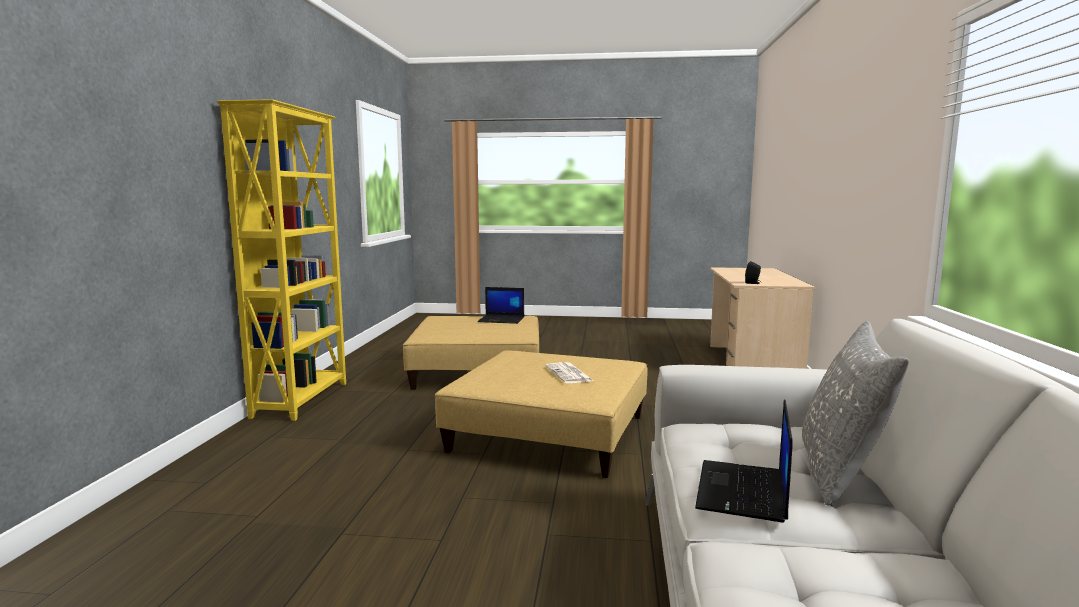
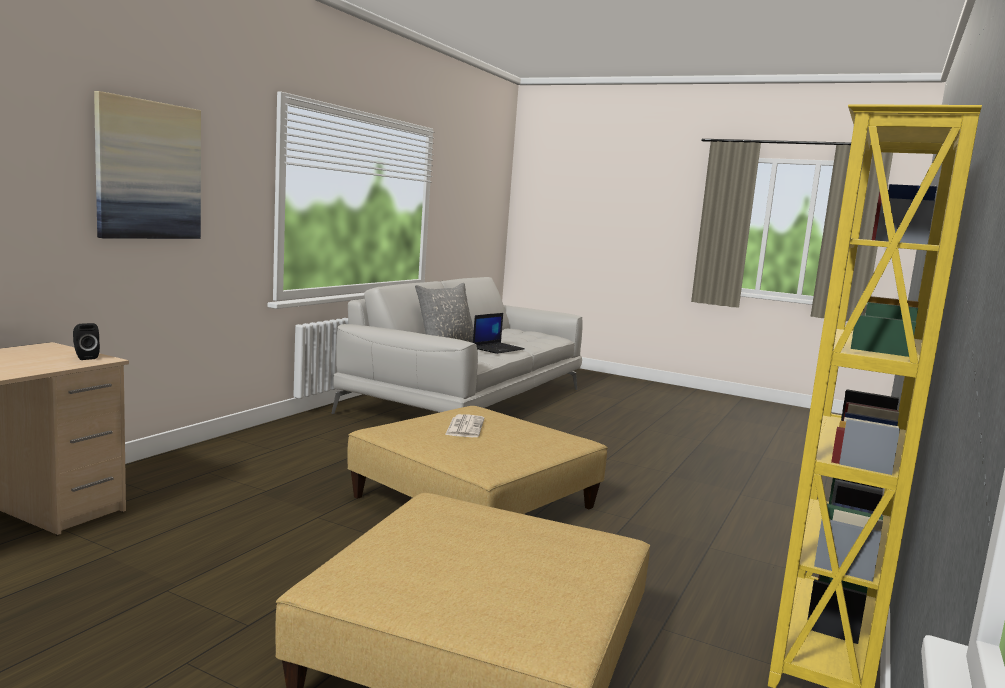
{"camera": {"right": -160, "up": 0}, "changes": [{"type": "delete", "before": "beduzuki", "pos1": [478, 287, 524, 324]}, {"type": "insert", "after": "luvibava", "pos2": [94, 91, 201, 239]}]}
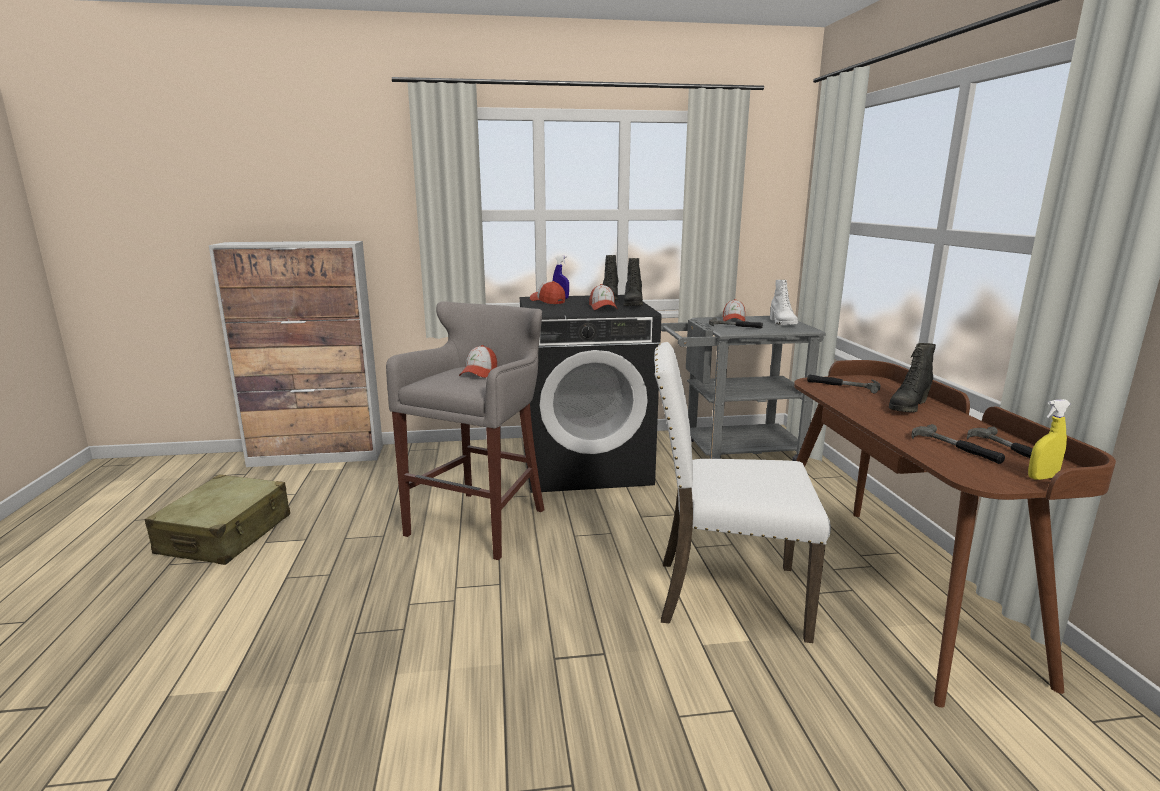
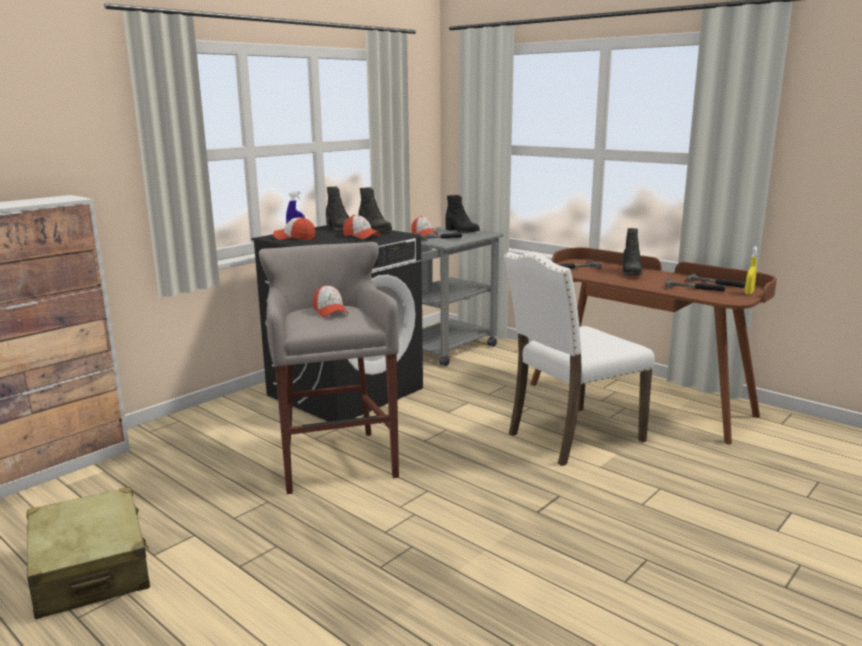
{"camera": {"right": -40, "up": 0}, "changes": [{"type": "recolor", "before": "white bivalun", "after": "black bivalun", "pos1": [770, 280, 798, 325], "pos2": [445, 195, 480, 233]}]}
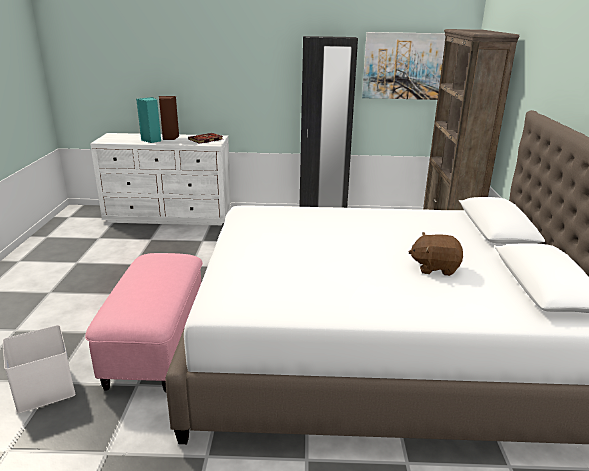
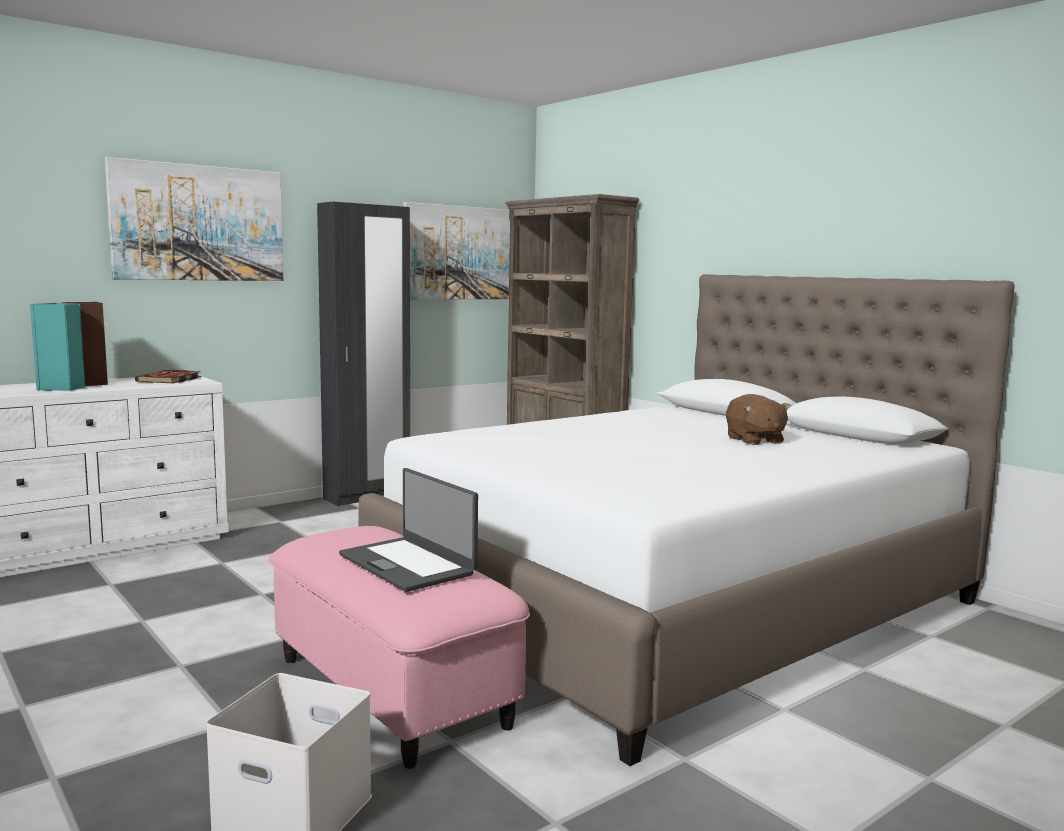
{"camera": {"right": -40, "up": -15}, "changes": [{"type": "rotate", "before": "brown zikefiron", "pos1": [409, 232, 463, 276], "pos2": [726, 394, 790, 445], "turn": -75}, {"type": "insert", "after": "luvibava", "pos2": [105, 157, 283, 281]}, {"type": "insert", "after": "beduzuki", "pos2": [339, 468, 478, 592]}]}
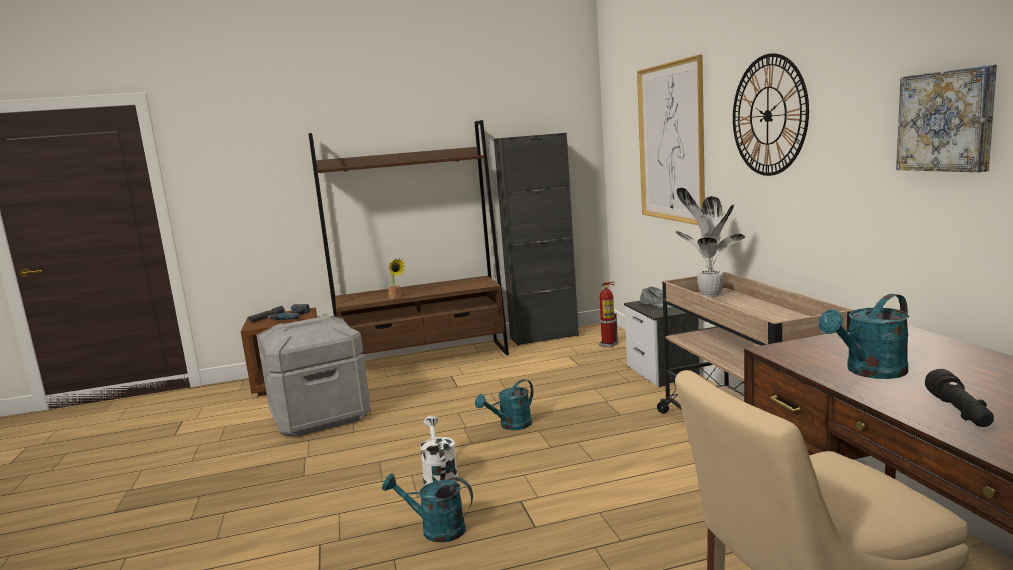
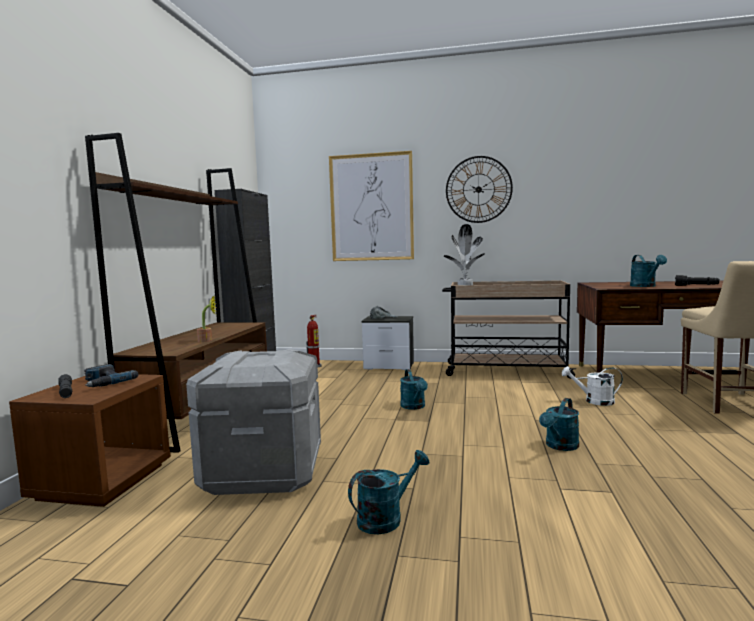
{"camera": {"right": -65, "up": -5}, "changes": [{"type": "move", "before": "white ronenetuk", "pos1": [420, 416, 459, 485], "pos2": [562, 366, 623, 406]}, {"type": "delete", "before": "luvibava", "pos1": [896, 65, 997, 172]}, {"type": "insert", "after": "turquoise ronenetuk", "pos2": [348, 450, 429, 534]}]}
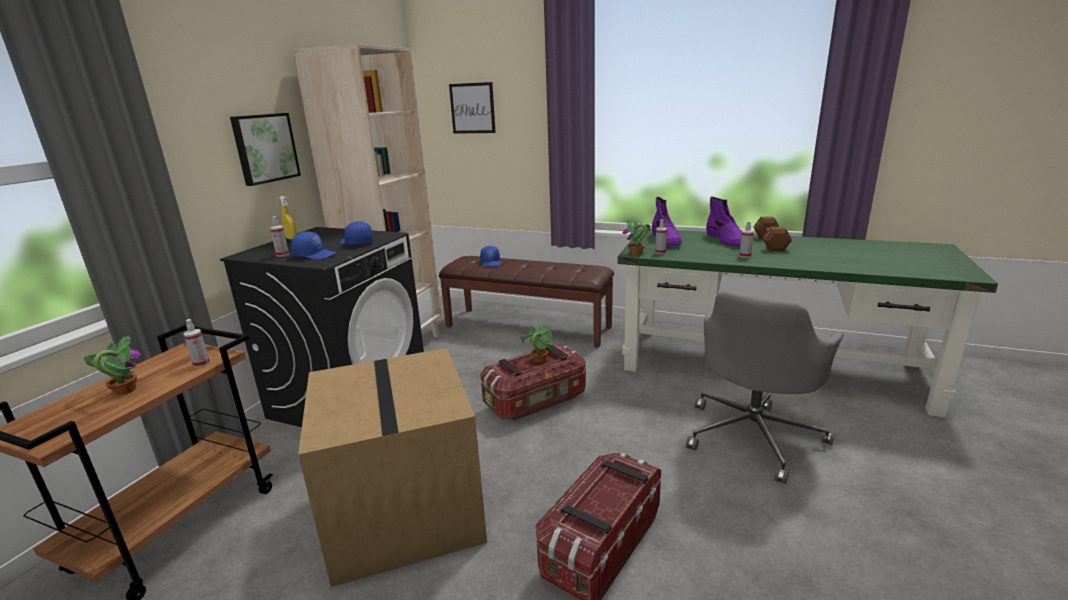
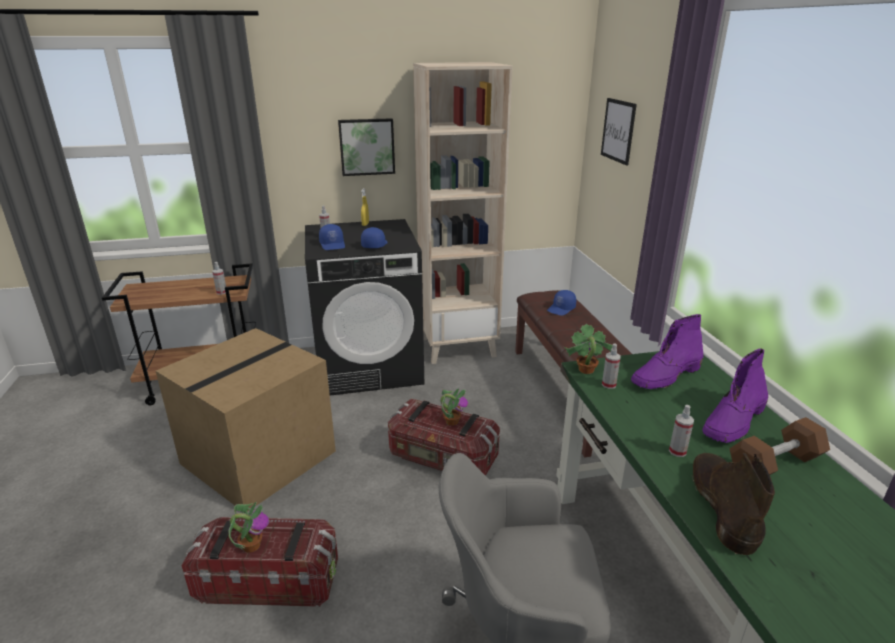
{"camera": {"right": 55, "up": 5}, "changes": [{"type": "move", "before": "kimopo", "pos1": [84, 336, 141, 395], "pos2": [229, 501, 269, 553]}, {"type": "insert", "after": "brown bivalun", "pos2": [692, 453, 775, 555]}]}
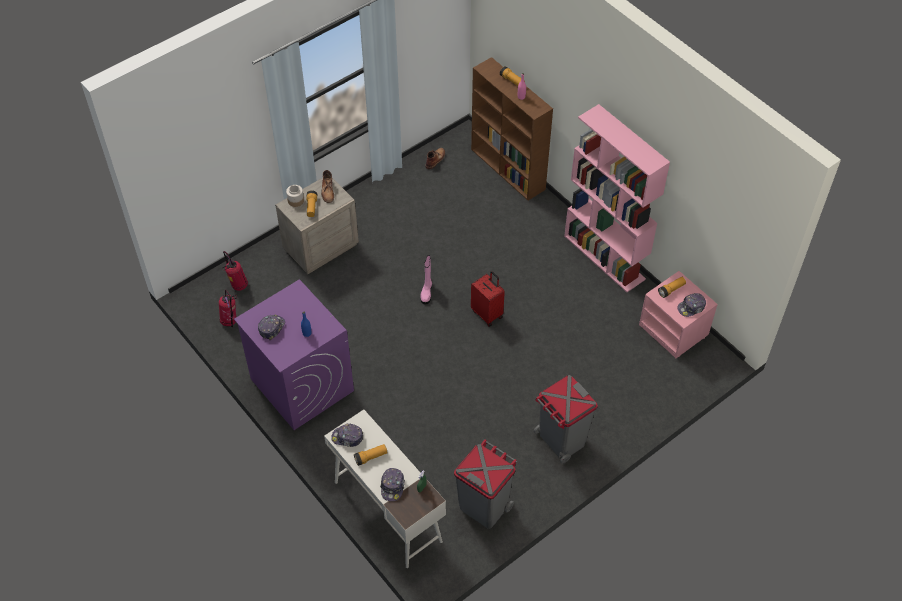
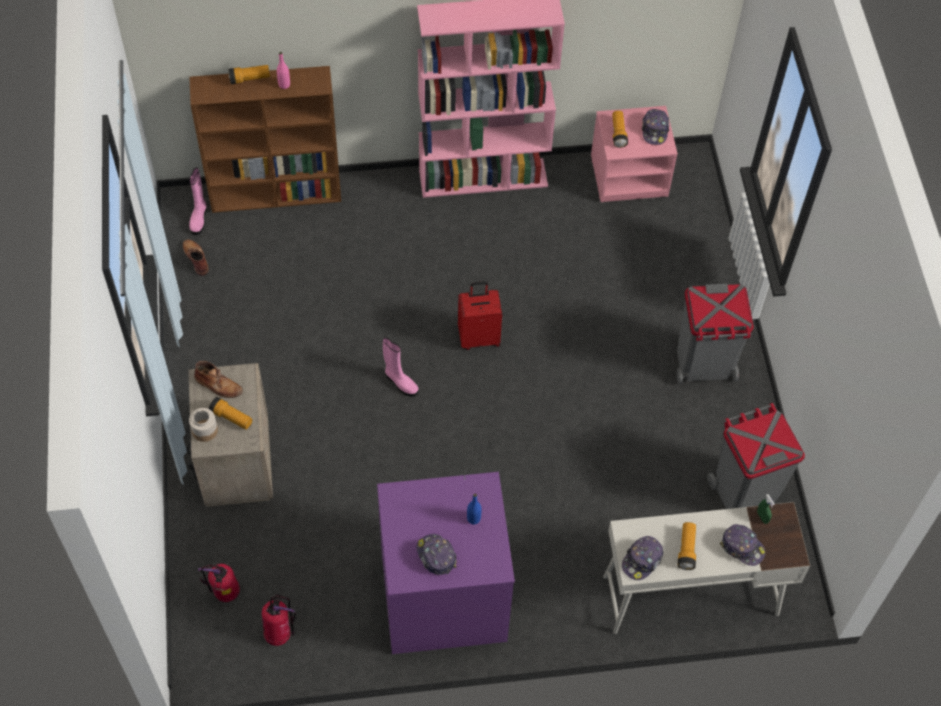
{"camera": {"right": -60, "up": 5}, "changes": [{"type": "insert", "after": "pink bivalun", "pos2": [189, 167, 207, 235]}]}
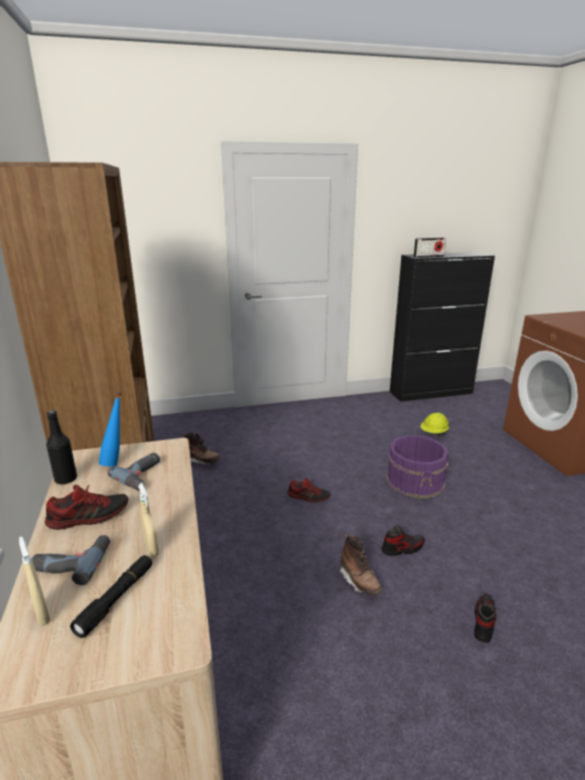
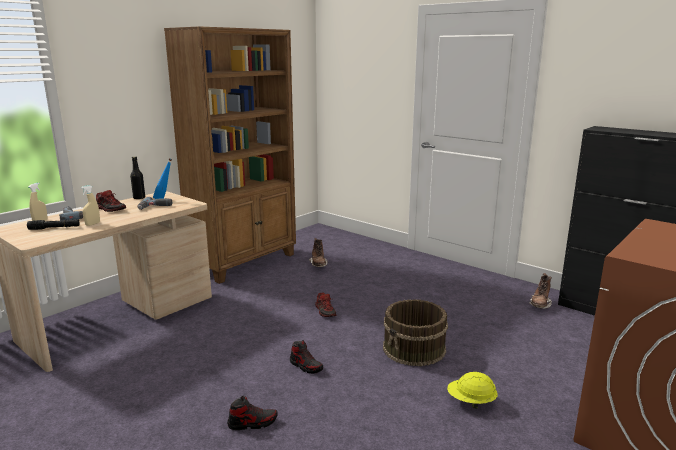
{"camera": {"right": 55, "up": -5}, "changes": [{"type": "move", "before": "brown bivalun", "pos1": [339, 534, 382, 595], "pos2": [529, 273, 552, 309]}, {"type": "recolor", "before": "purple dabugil", "after": "brown dabugil", "pos1": [386, 435, 449, 498], "pos2": [383, 299, 448, 366]}, {"type": "delete", "before": "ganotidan", "pos1": [413, 238, 446, 258]}, {"type": "move", "before": "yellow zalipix", "pos1": [421, 412, 449, 435], "pos2": [447, 372, 498, 409]}]}
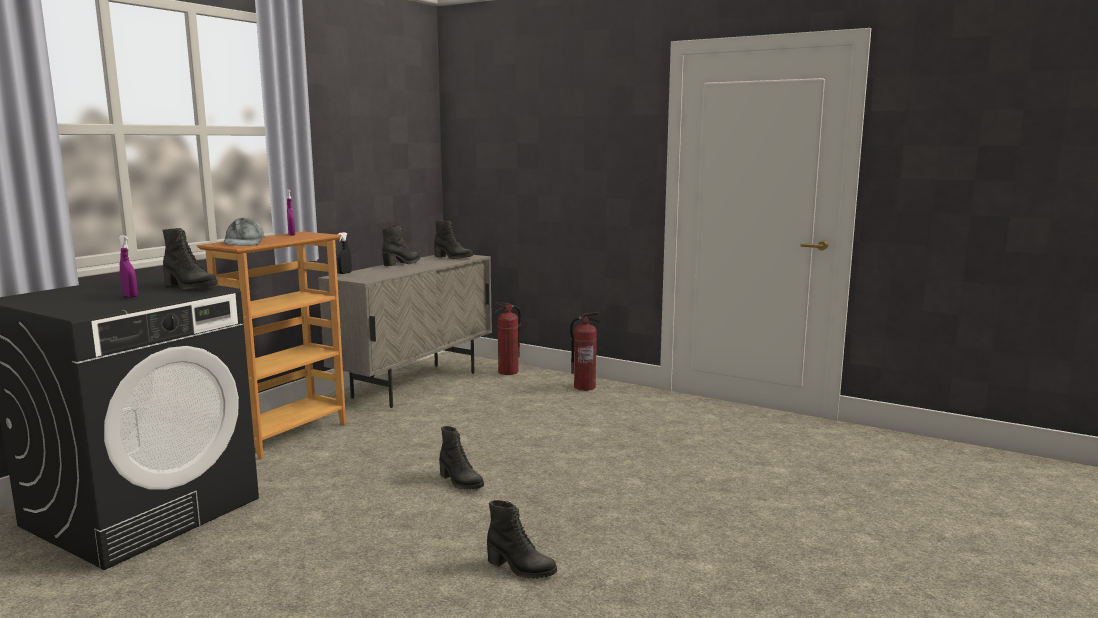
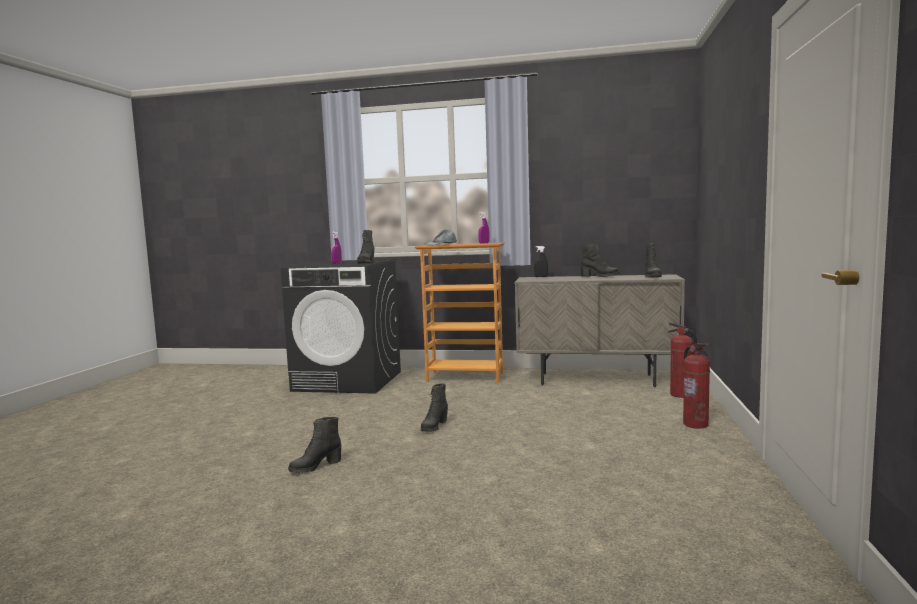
{"camera": {"right": 70, "up": -5}, "changes": [{"type": "rotate", "before": "black bivalun", "pos1": [487, 500, 557, 579], "pos2": [288, 417, 341, 473], "turn": 45}]}
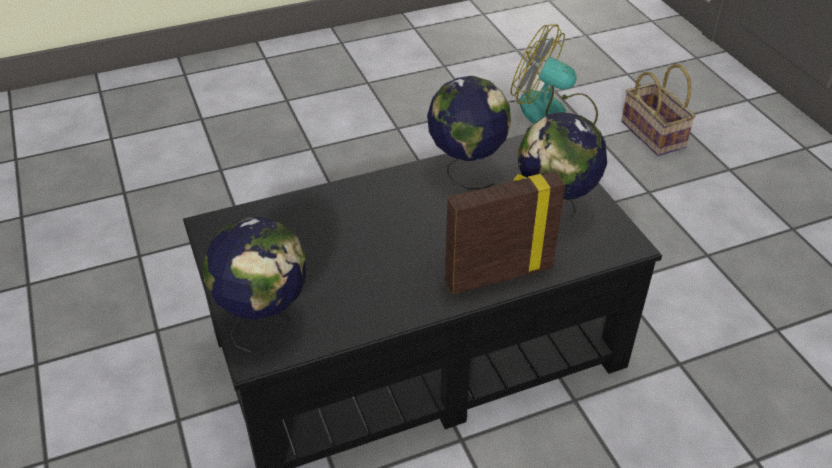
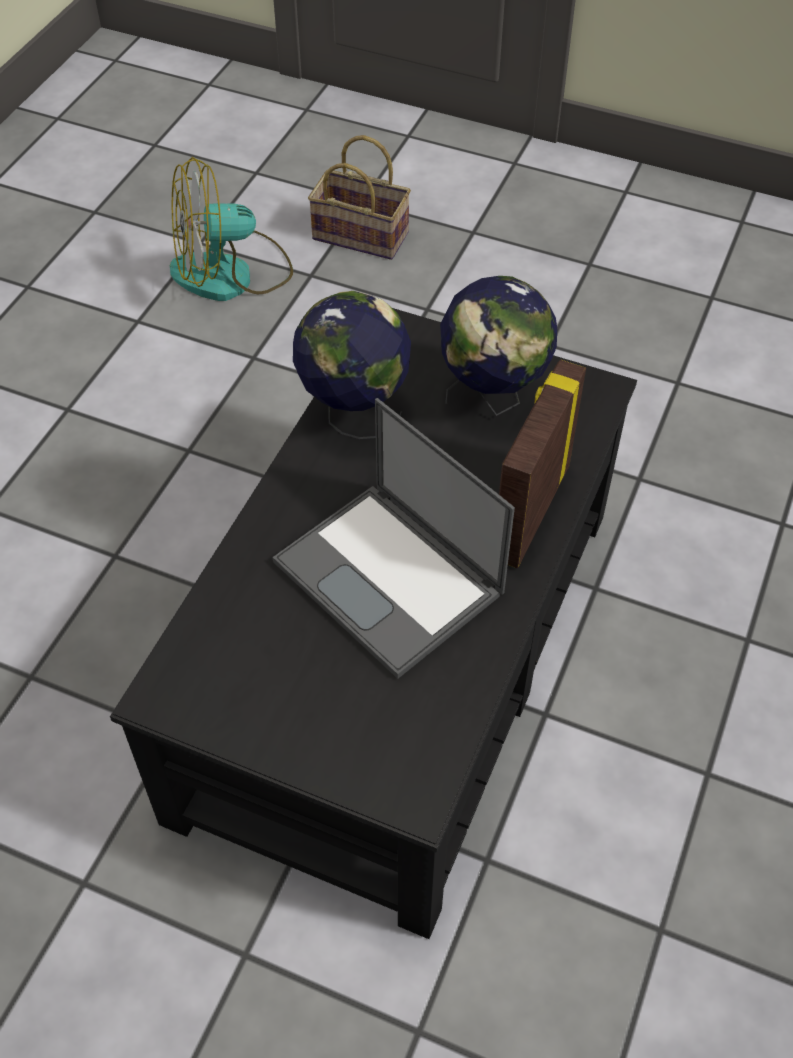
{"camera": {"right": -45, "up": 10}, "changes": [{"type": "delete", "before": "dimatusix", "pos1": [203, 217, 306, 353]}, {"type": "insert", "after": "beduzuki", "pos2": [273, 398, 515, 679]}]}
